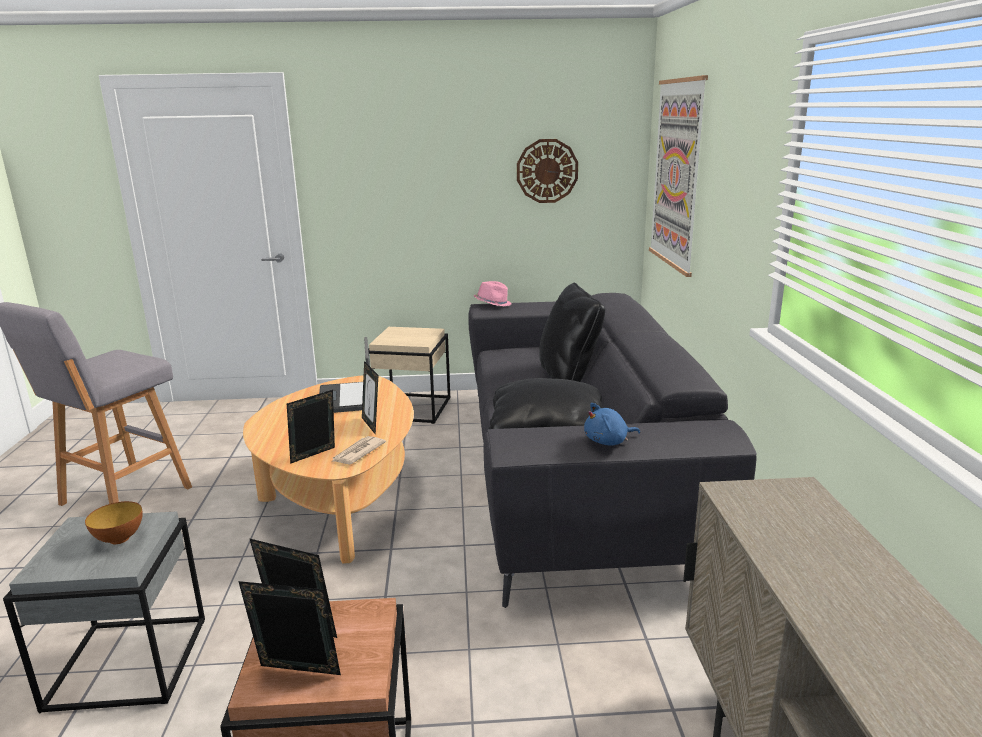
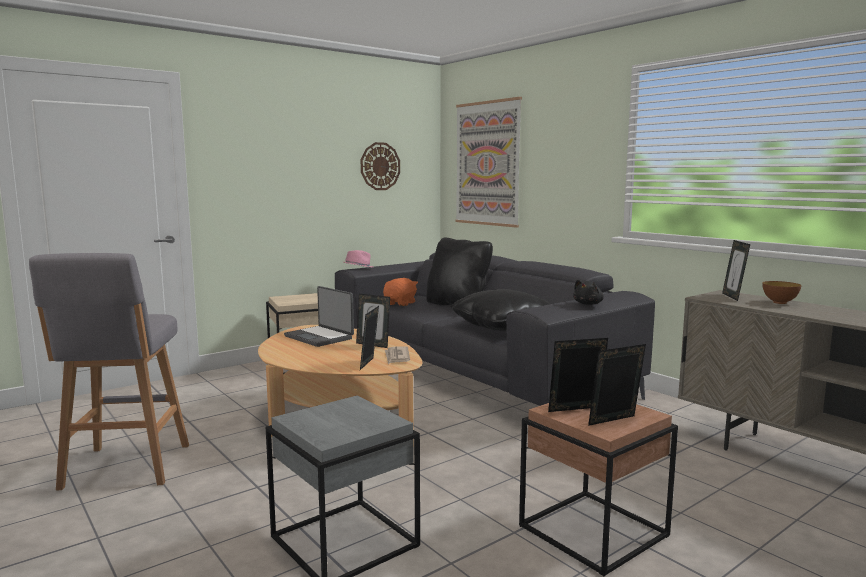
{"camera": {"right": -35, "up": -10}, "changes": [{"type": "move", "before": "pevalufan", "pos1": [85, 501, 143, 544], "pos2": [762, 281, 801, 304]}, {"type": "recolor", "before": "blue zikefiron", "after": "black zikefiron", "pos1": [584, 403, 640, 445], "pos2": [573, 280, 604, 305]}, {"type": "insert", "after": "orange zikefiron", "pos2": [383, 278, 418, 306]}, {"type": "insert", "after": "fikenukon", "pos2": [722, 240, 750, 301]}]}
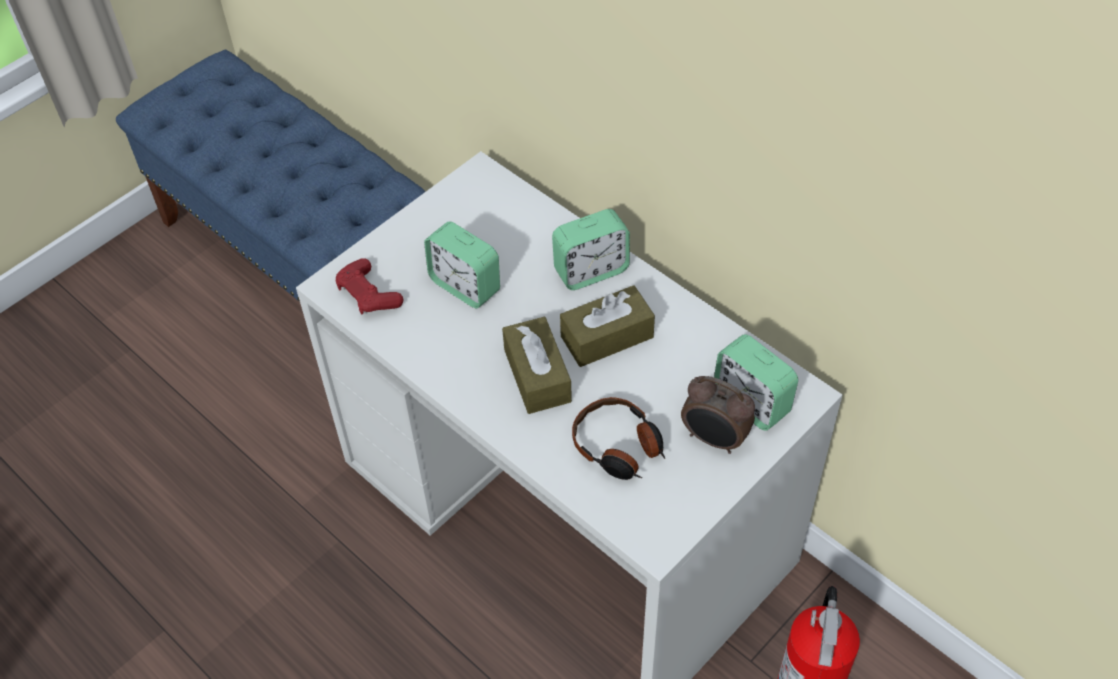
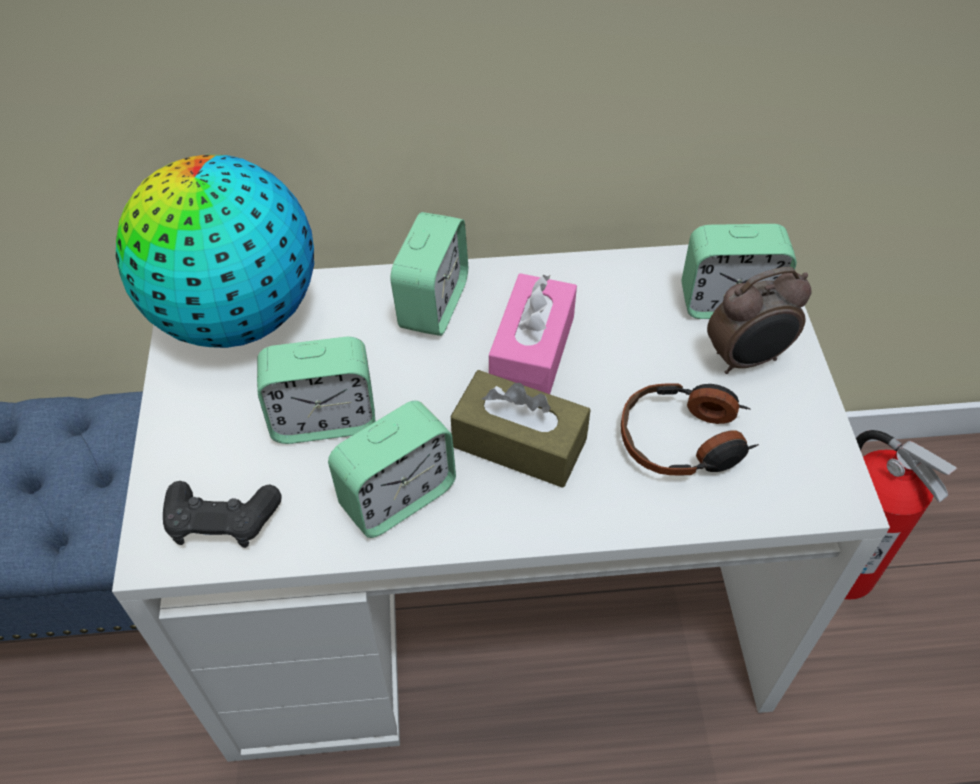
{"camera": {"right": -50, "up": 0}, "changes": [{"type": "recolor", "before": "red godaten", "after": "black godaten", "pos1": [335, 258, 403, 314], "pos2": [163, 481, 282, 548]}, {"type": "recolor", "before": "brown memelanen", "after": "pink memelanen", "pos1": [560, 285, 655, 367], "pos2": [489, 273, 577, 394]}, {"type": "insert", "after": "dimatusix", "pos2": [116, 154, 314, 348]}, {"type": "insert", "after": "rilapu", "pos2": [328, 401, 456, 538]}]}
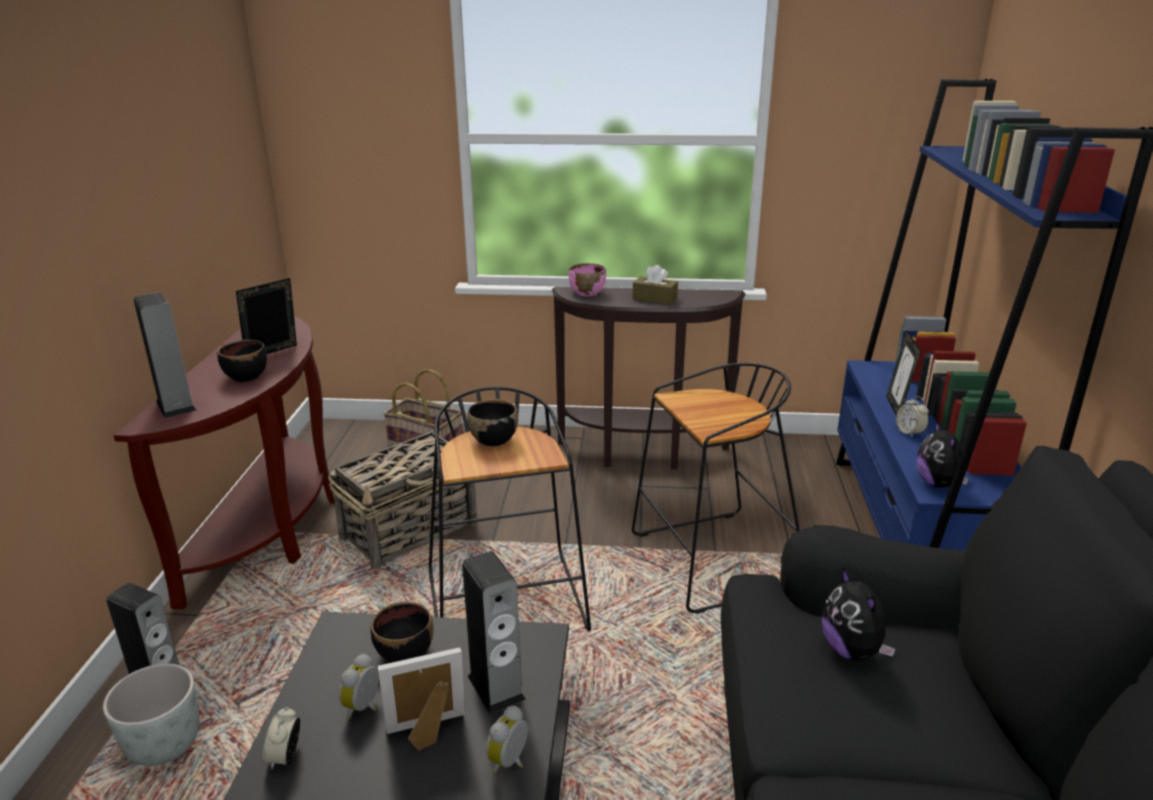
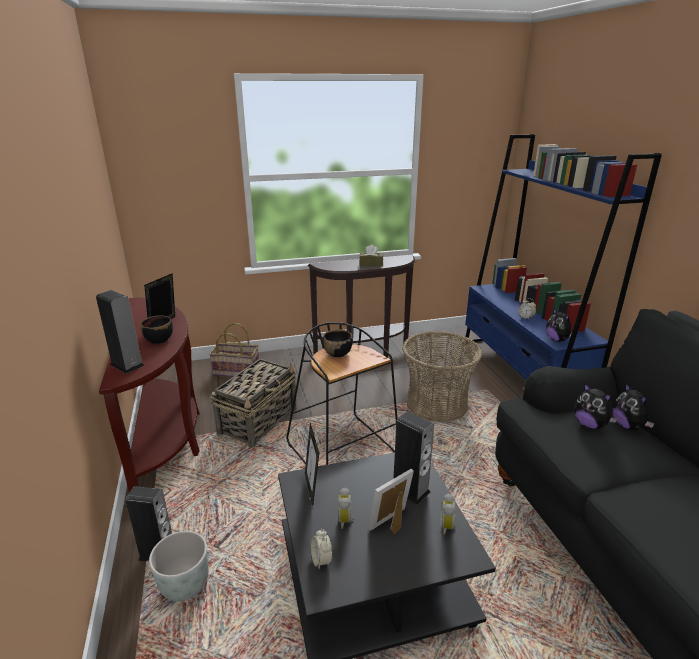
{"camera": {"right": -20, "up": 0}, "changes": [{"type": "delete", "before": "black pevalufan", "pos1": [371, 602, 433, 663]}, {"type": "delete", "before": "pink pevalufan", "pos1": [569, 263, 606, 296]}, {"type": "replace", "before": "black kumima", "after": "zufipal", "pos1": [632, 363, 800, 614], "pos2": [402, 331, 483, 422]}, {"type": "move", "before": "fikenukon", "pos1": [886, 330, 921, 416], "pos2": [305, 423, 319, 505]}, {"type": "insert", "after": "zikefiron", "pos2": [612, 383, 655, 430]}]}
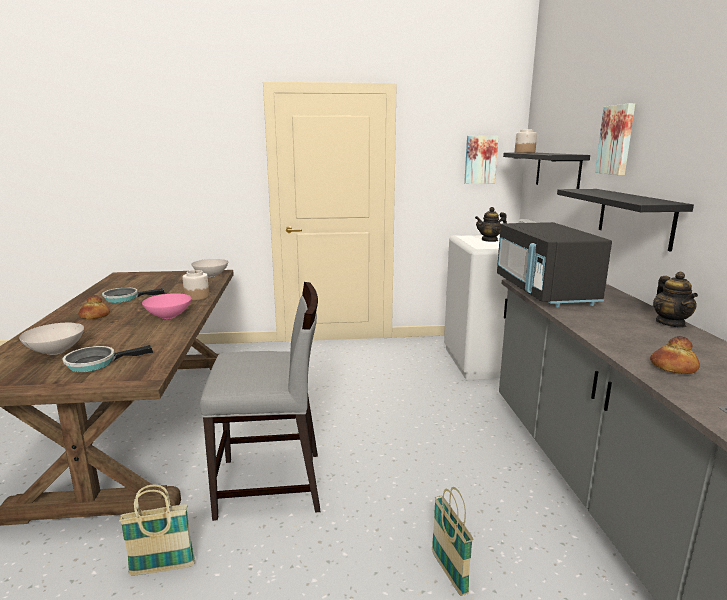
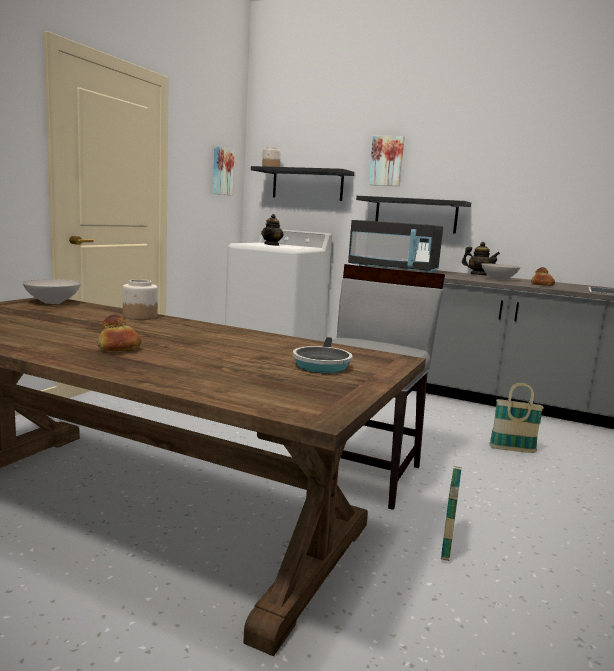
{"camera": {"right": -60, "up": -5}, "changes": [{"type": "move", "before": "white pevalufan", "pos1": [19, 323, 84, 355], "pos2": [482, 263, 520, 280]}, {"type": "delete", "before": "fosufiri", "pos1": [102, 288, 165, 303]}, {"type": "delete", "before": "pink pevalufan", "pos1": [142, 293, 192, 319]}]}
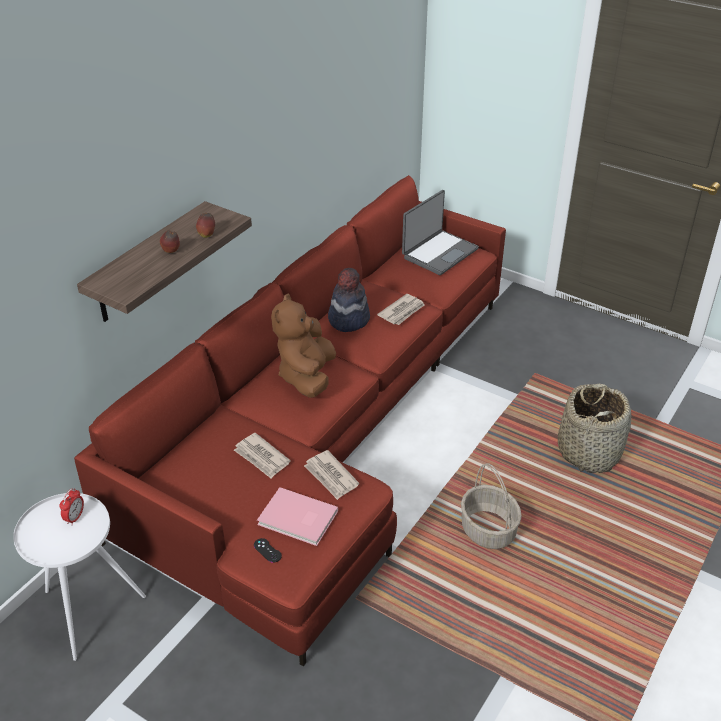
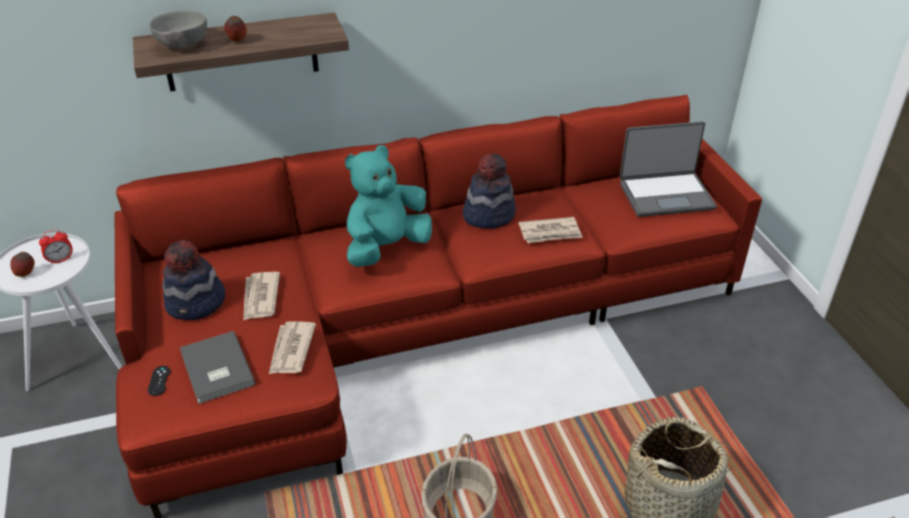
{"camera": {"right": 40, "up": 0}, "changes": [{"type": "move", "before": "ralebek", "pos1": [196, 213, 215, 238], "pos2": [10, 252, 35, 277]}, {"type": "recolor", "before": "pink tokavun", "after": "grey tokavun", "pos1": [257, 487, 338, 546], "pos2": [180, 331, 255, 404]}, {"type": "recolor", "before": "brown zikefiron", "after": "turquoise zikefiron", "pos1": [271, 294, 336, 398], "pos2": [345, 145, 432, 267]}, {"type": "insert", "after": "grey pevalufan", "pos2": [149, 10, 207, 48]}, {"type": "insert", "after": "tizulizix", "pos2": [163, 240, 225, 320]}]}
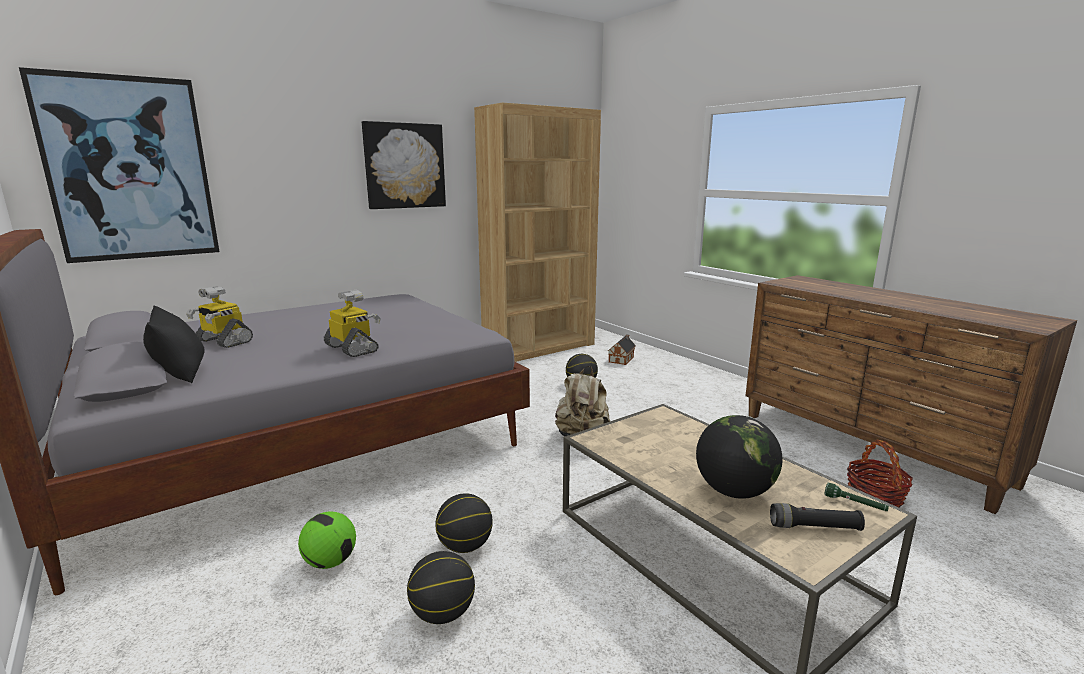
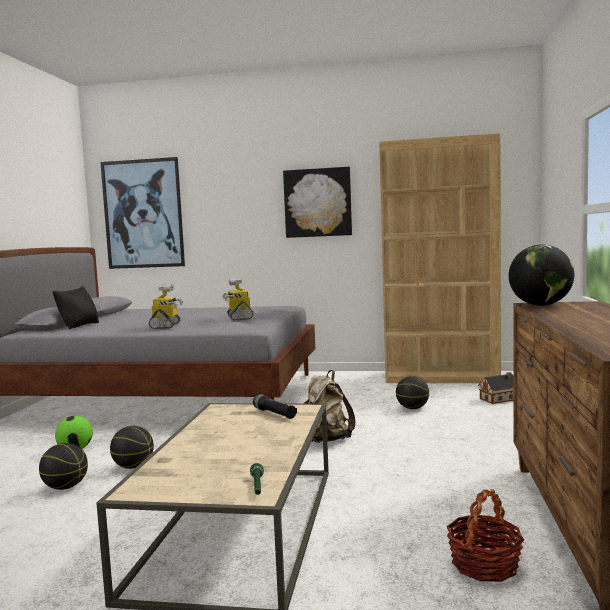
{"camera": {"right": 45, "up": -10}, "changes": [{"type": "move", "before": "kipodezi", "pos1": [186, 286, 253, 348], "pos2": [222, 278, 254, 320]}, {"type": "move", "before": "dimatusix", "pos1": [696, 415, 782, 499], "pos2": [509, 245, 574, 306]}, {"type": "move", "before": "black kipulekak", "pos1": [770, 503, 865, 531], "pos2": [253, 394, 297, 419]}]}
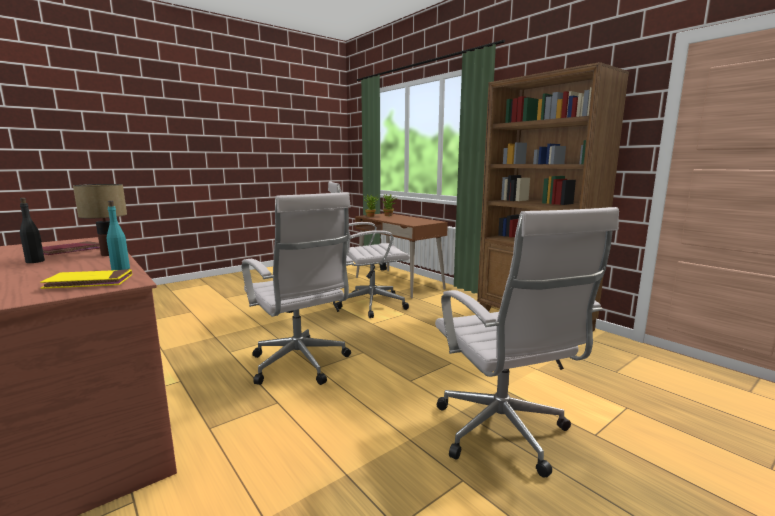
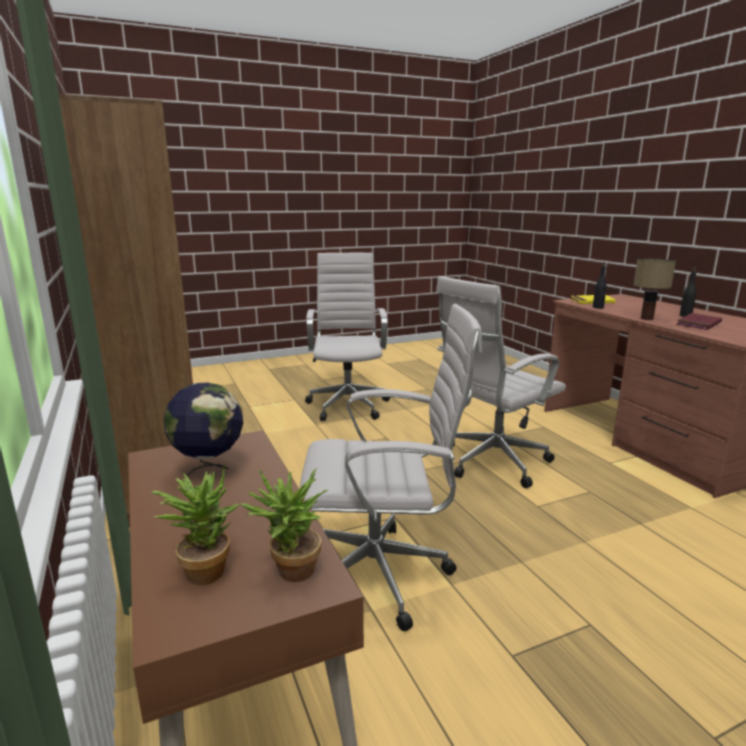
{"camera": {"right": -165, "up": 5}, "changes": [{"type": "recolor", "before": "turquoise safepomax", "after": "black safepomax", "pos1": [107, 200, 130, 270], "pos2": [593, 262, 607, 309]}, {"type": "rotate", "before": "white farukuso", "pos1": [241, 192, 354, 385], "pos2": [436, 276, 566, 488], "turn": -105}, {"type": "insert", "after": "dimatusix", "pos2": [163, 383, 243, 489]}]}
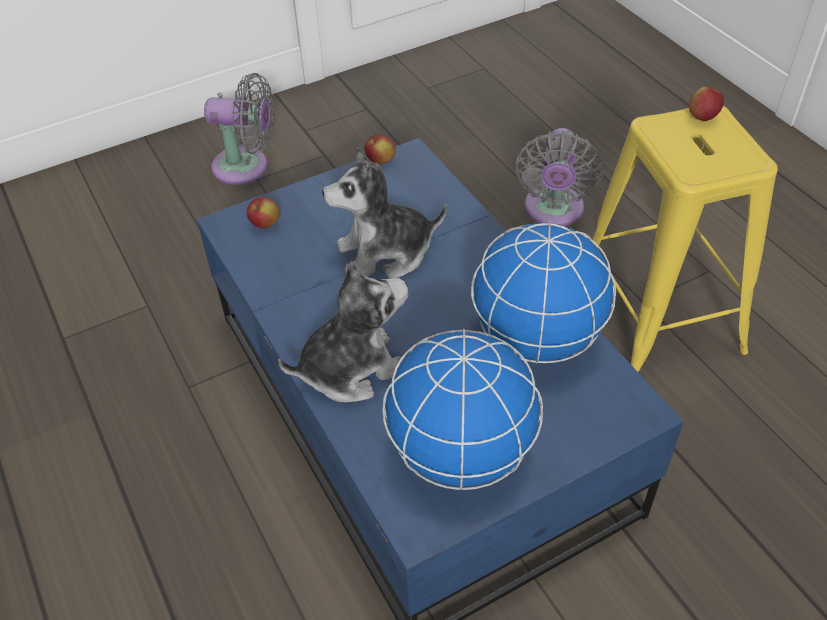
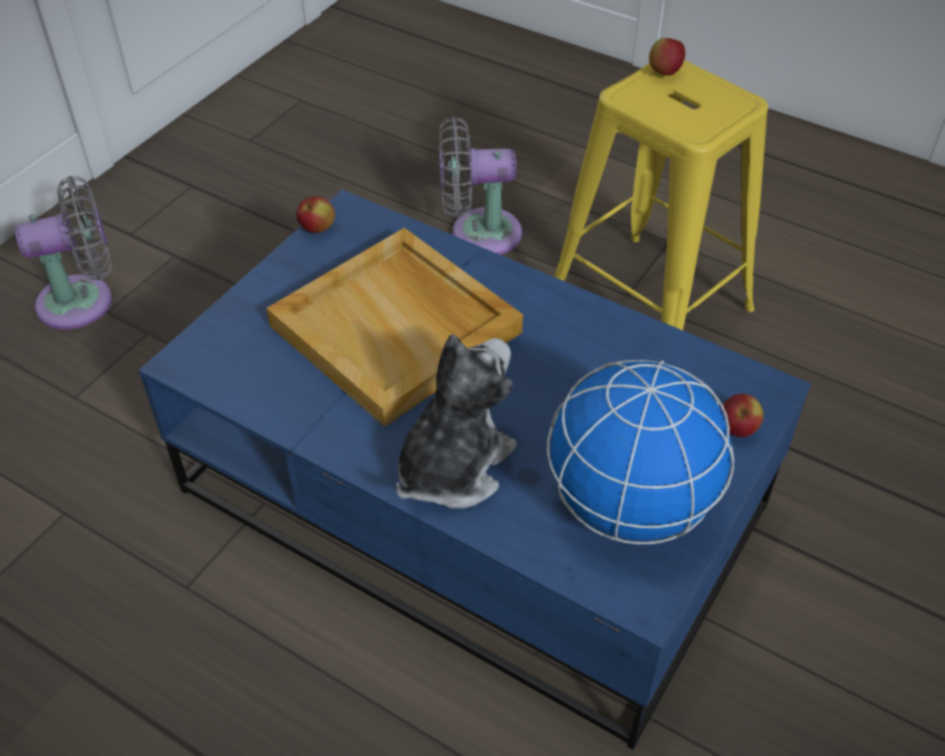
{"camera": {"right": -30, "up": 0}, "changes": [{"type": "move", "before": "ralebek", "pos1": [247, 197, 280, 228], "pos2": [721, 394, 764, 437]}, {"type": "replace", "before": "zikefiron", "after": "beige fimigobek", "pos1": [322, 147, 447, 279], "pos2": [266, 228, 523, 427]}, {"type": "delete", "before": "dimatusix", "pos1": [471, 220, 616, 364]}, {"type": "rotate", "before": "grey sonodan", "pos1": [516, 128, 603, 226], "pos2": [439, 117, 522, 255], "turn": 105}]}
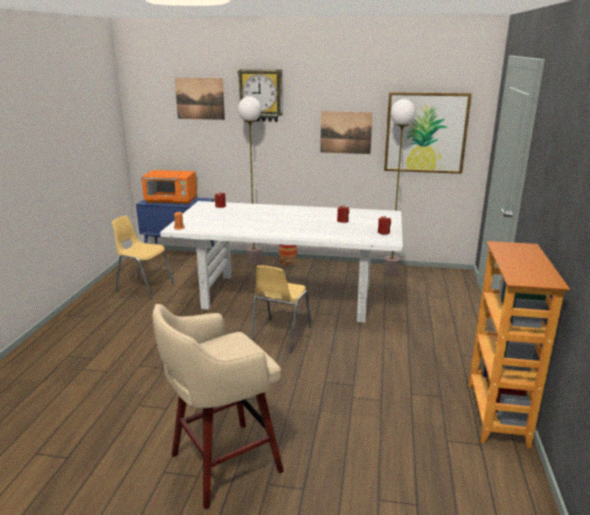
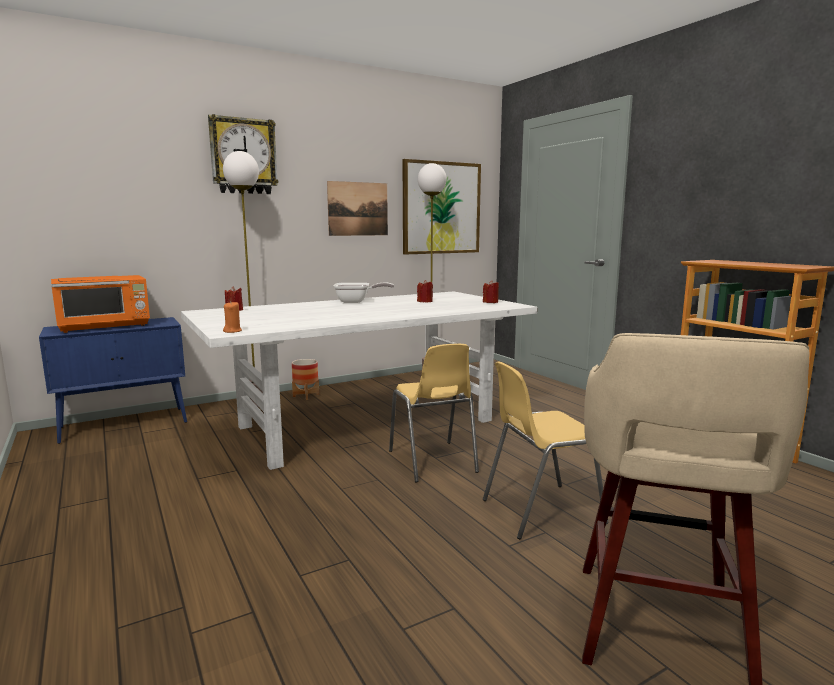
{"camera": {"right": -40, "up": -10}, "changes": [{"type": "move", "before": "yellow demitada", "pos1": [112, 216, 174, 300], "pos2": [483, 361, 608, 539]}, {"type": "delete", "before": "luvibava", "pos1": [175, 78, 225, 120]}, {"type": "insert", "after": "fosufiri", "pos2": [334, 283, 394, 303]}]}
